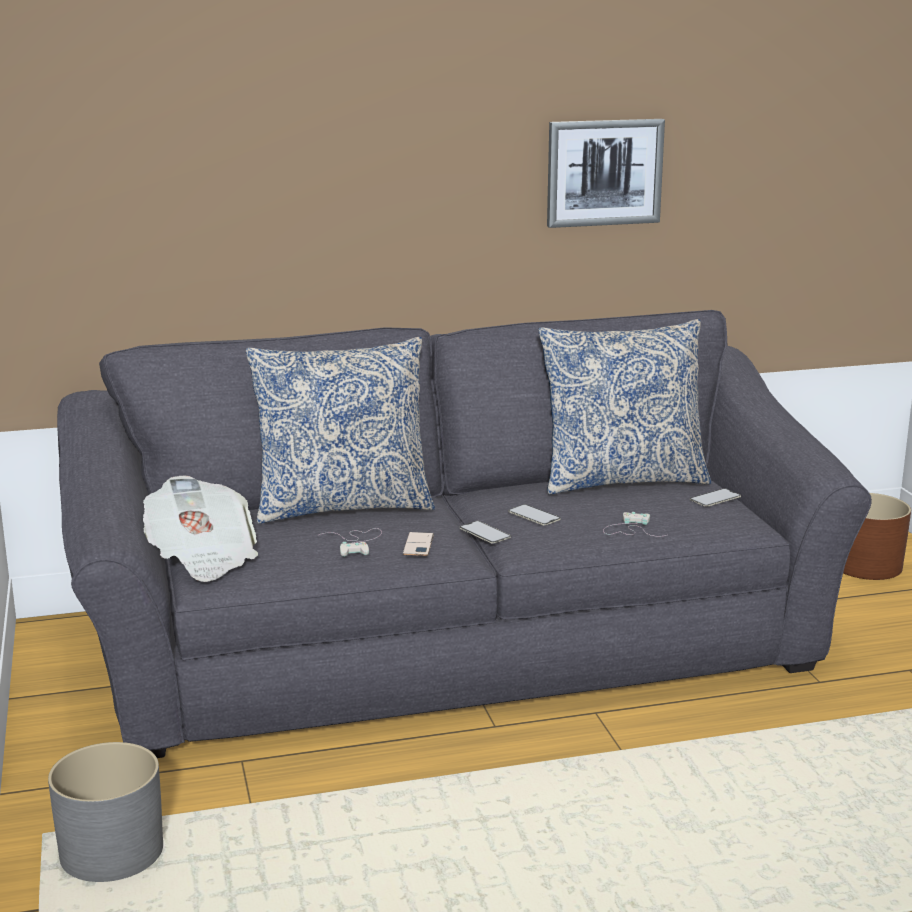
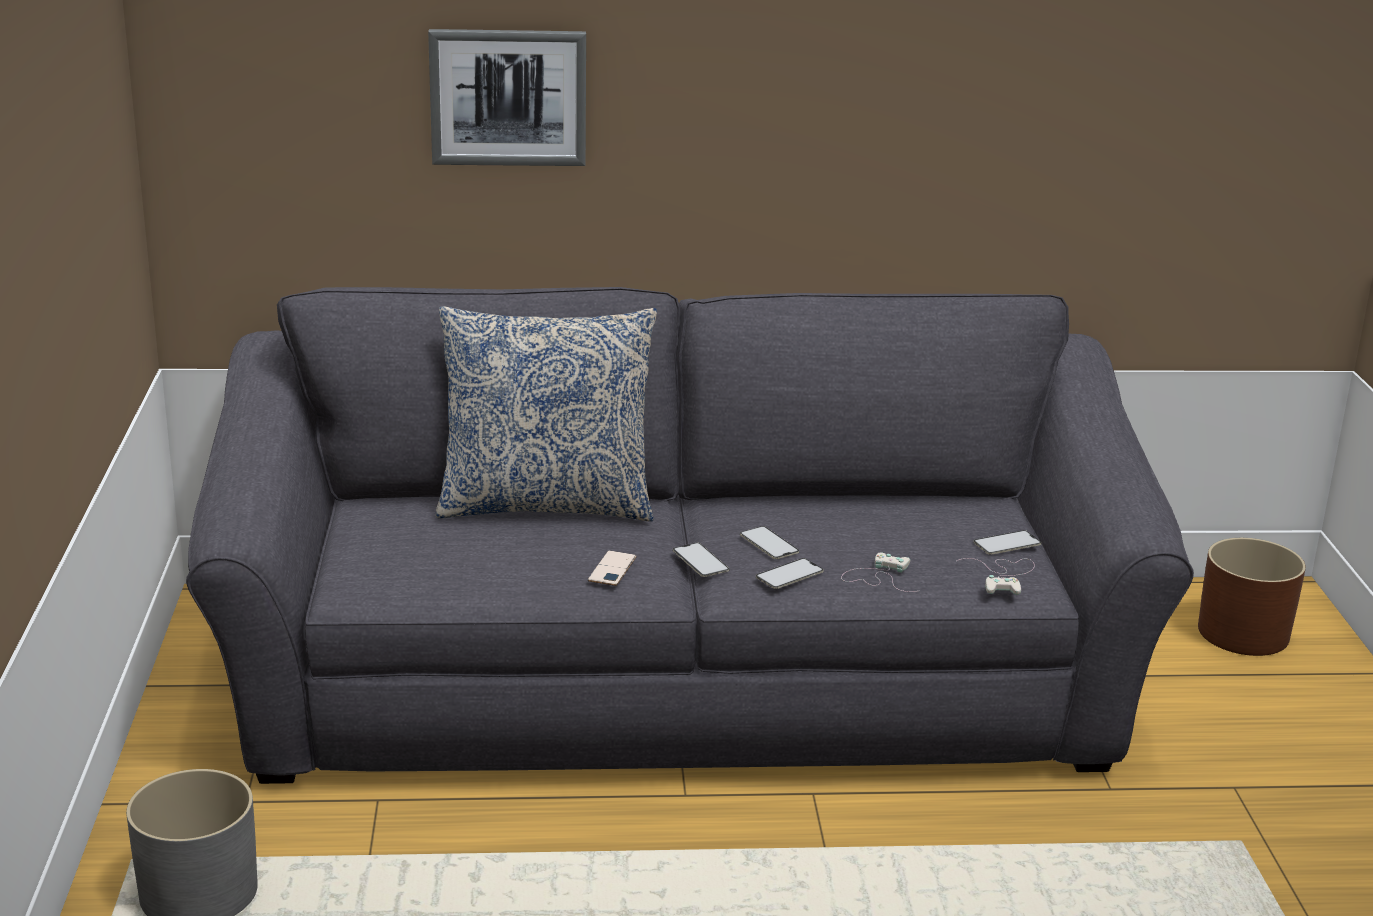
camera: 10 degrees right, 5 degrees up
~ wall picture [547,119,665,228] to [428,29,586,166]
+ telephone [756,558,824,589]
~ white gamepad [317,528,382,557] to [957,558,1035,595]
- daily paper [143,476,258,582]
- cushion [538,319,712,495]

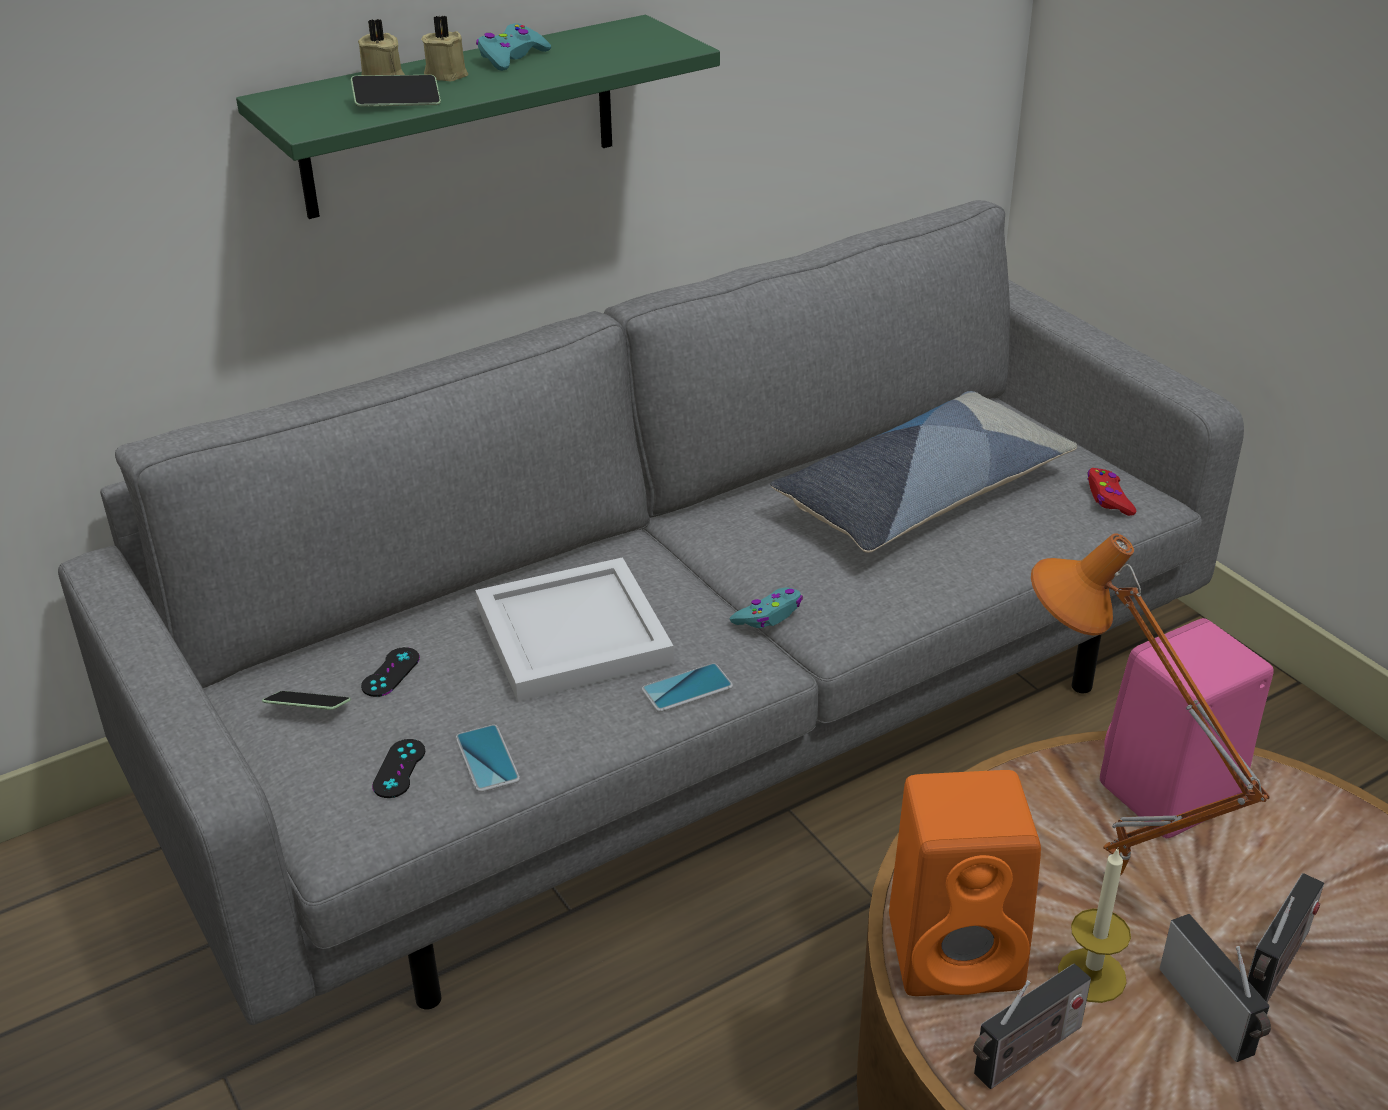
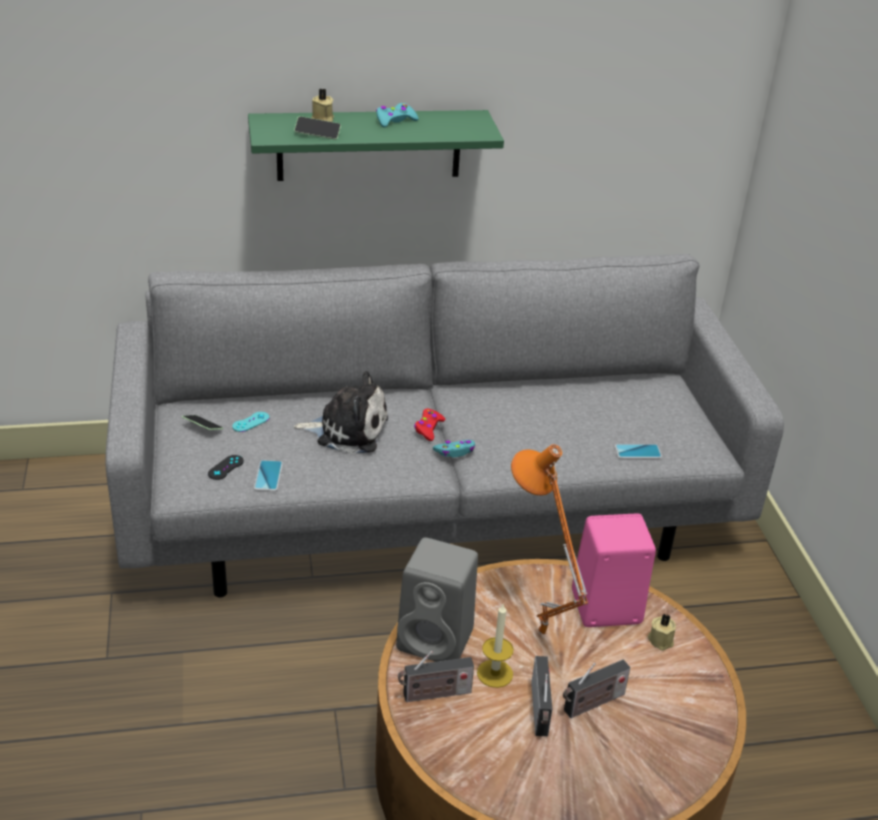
camera: 20 degrees right, 0 degrees up
~ black gamepad [361,647,420,697] to turquoise gamepad [232,412,270,432]
~ white serving tray [475,557,674,702] to soft toy [294,371,388,454]
~ orange audio speaker [889,770,1041,996] to gray audio speaker [396,537,478,662]
~ reddish gamepad [1087,468,1136,516] to [414,408,445,441]
~ telephone [642,663,733,712] to [615,444,662,459]
~ beige wax candle [421,15,468,81] to [648,614,676,651]
- cushion [770,391,1077,553]

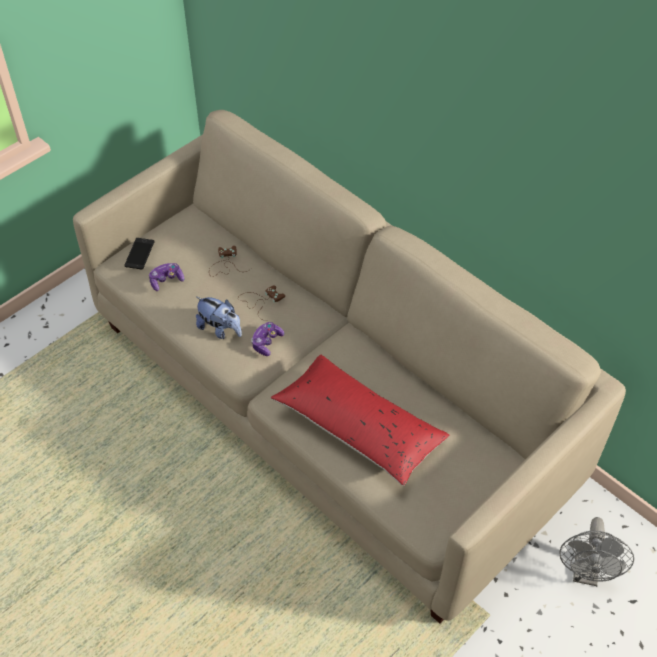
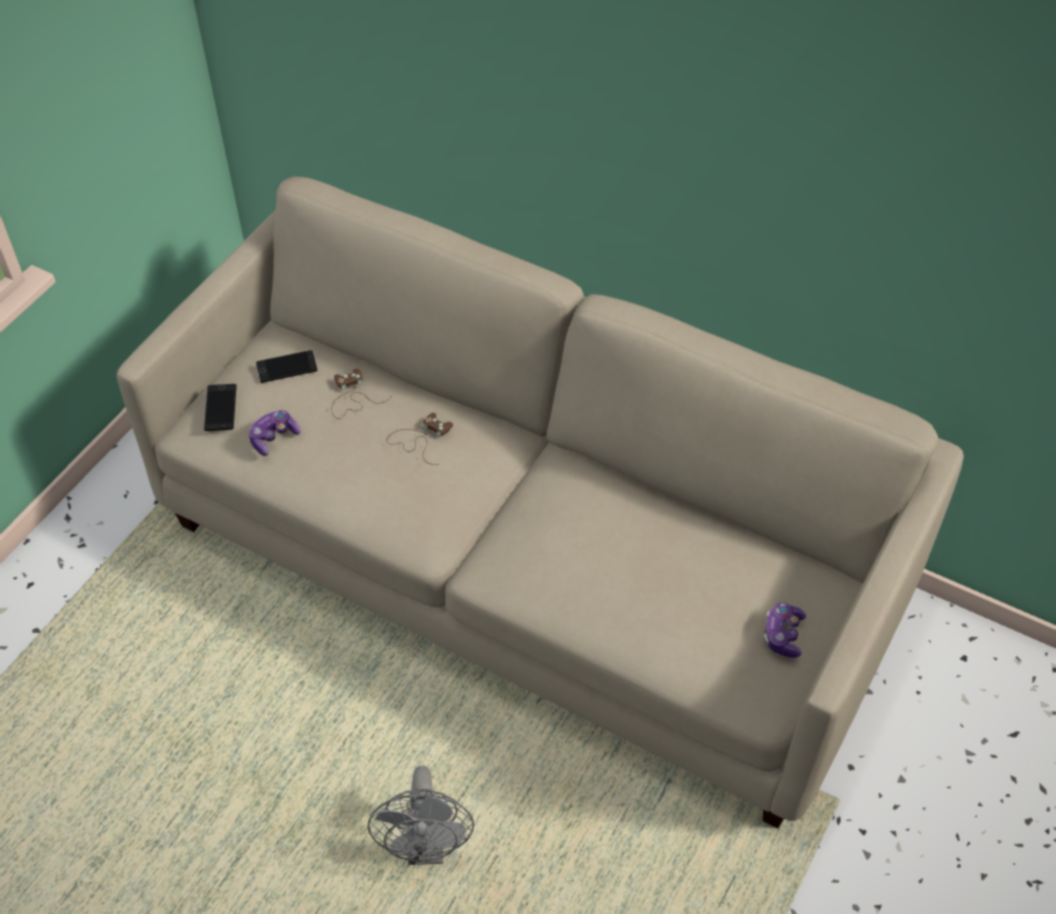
camera: 15 degrees left, 0 degrees up
+ telephone [256,350,317,383]
~ gray fan [559,517,634,586] to [368,766,474,865]
~ gamepad [251,322,285,356] to [764,603,806,658]
- soft toy [196,297,242,339]
- reddish cushion [271,355,449,486]

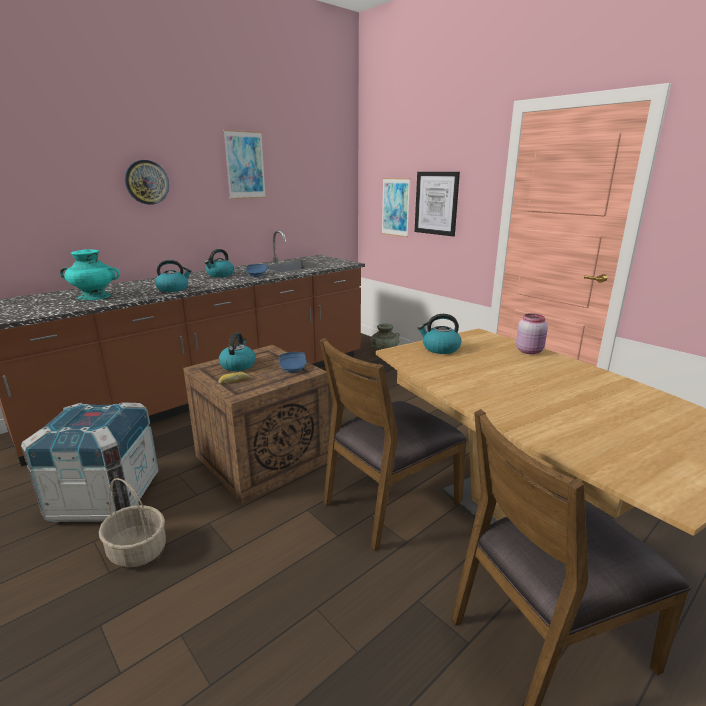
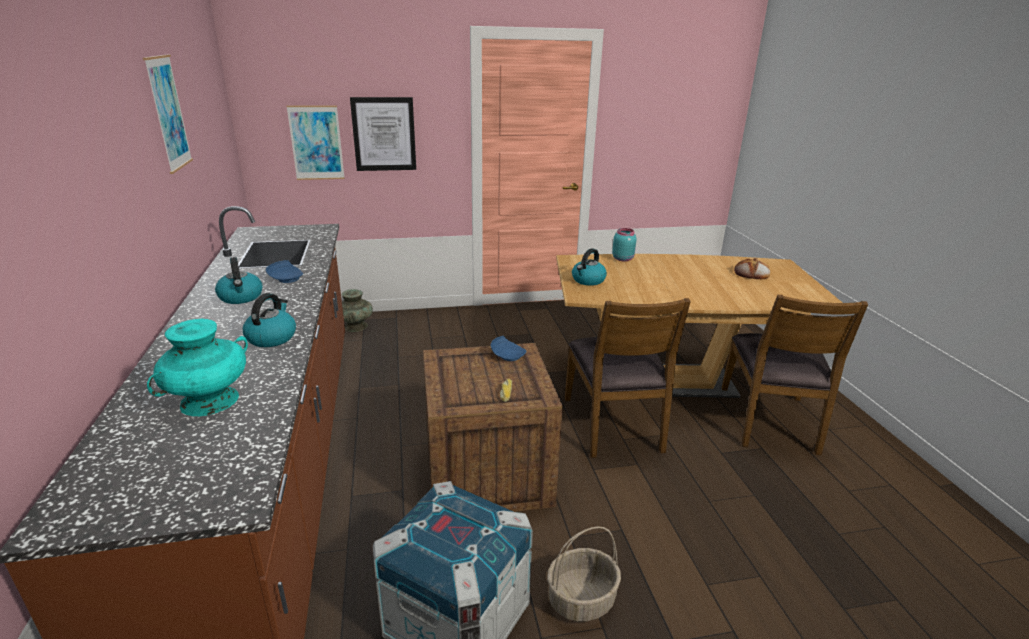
camera: 60 degrees left, 5 degrees up
~ pinkish preserve jar [516,313,548,354] to turquoise preserve jar [612,228,637,262]
+ bakery bread [734,258,770,279]
- clock on the wall [125,160,169,205]
- tea kettle [219,333,256,371]

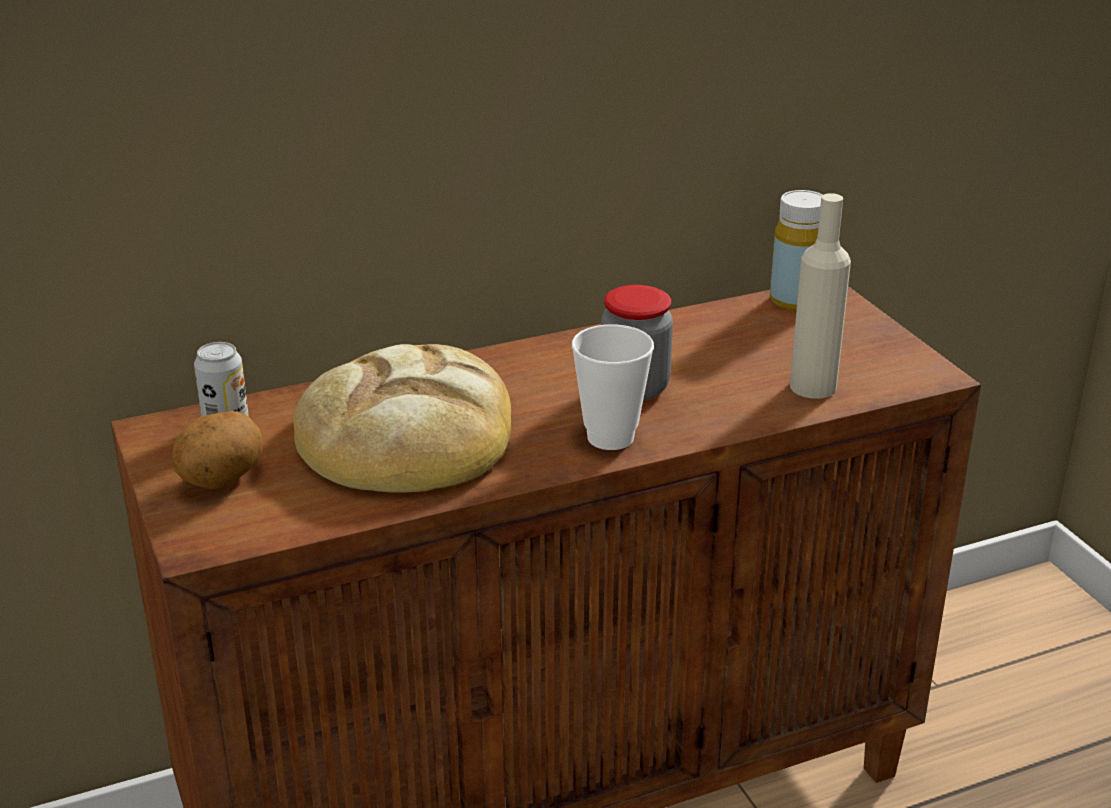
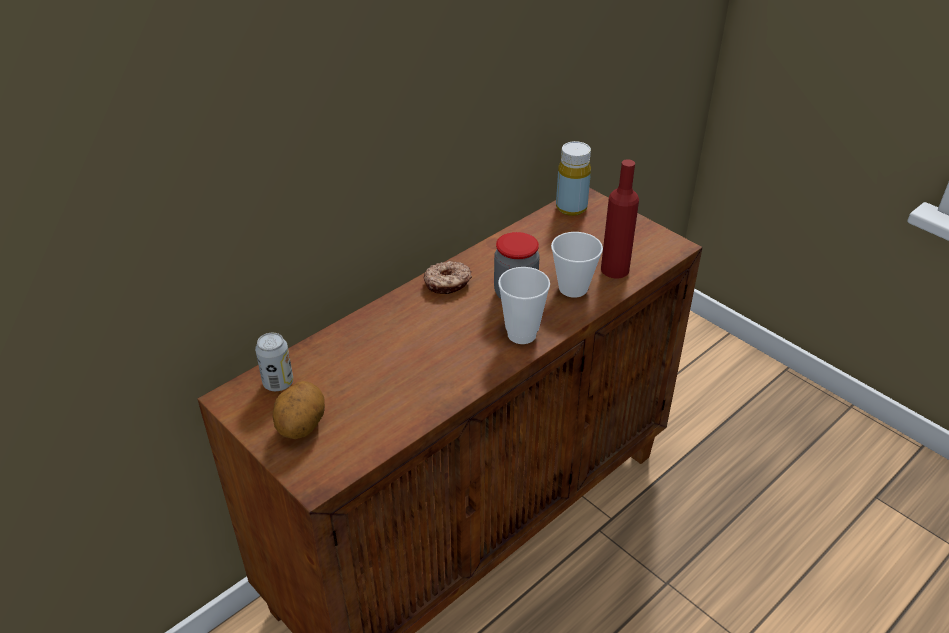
camera: 20 degrees left, 10 degrees up
+ ring doughnut [424,261,472,294]
+ small cup [551,232,603,298]
~ beige bottle [790,193,851,399] to reddish bottle [601,159,639,278]
- bakery bread [293,344,511,493]

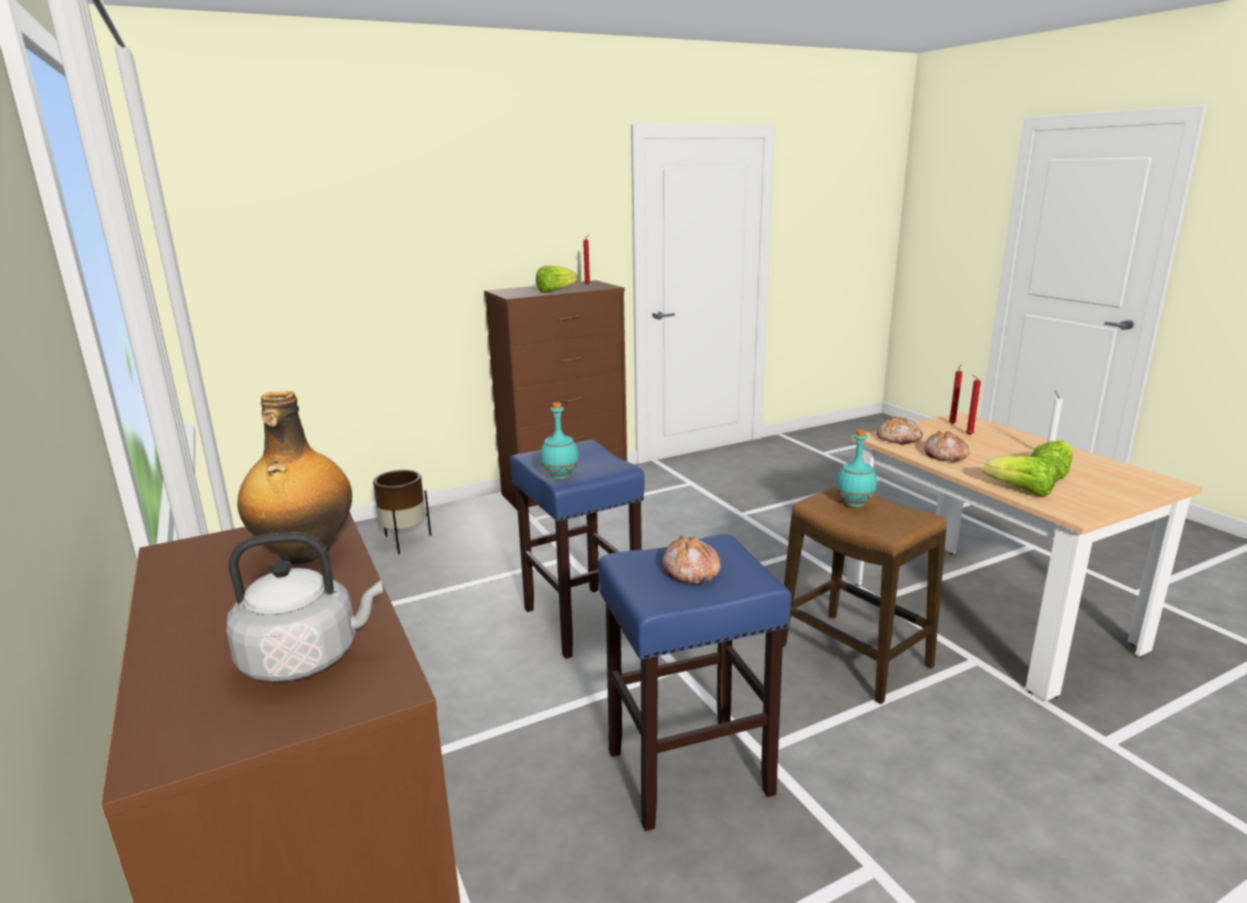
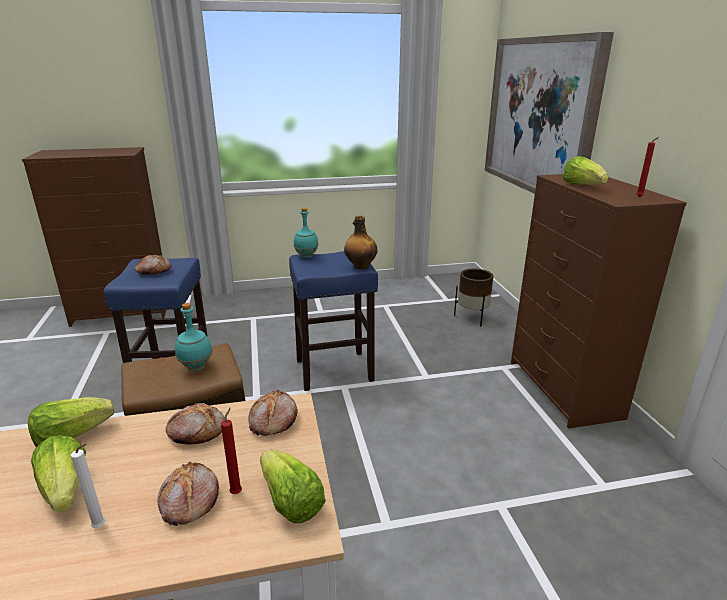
camera: 105 degrees right, 5 degrees up
+ bakery bread [158,461,219,526]
~ reddish wax candle [949,365,962,424] to lettuce head [260,450,326,523]
~ bottle [237,391,352,564] to [344,215,377,269]
+ wall picture [485,32,614,194]
- gray tea kettle [226,532,383,682]

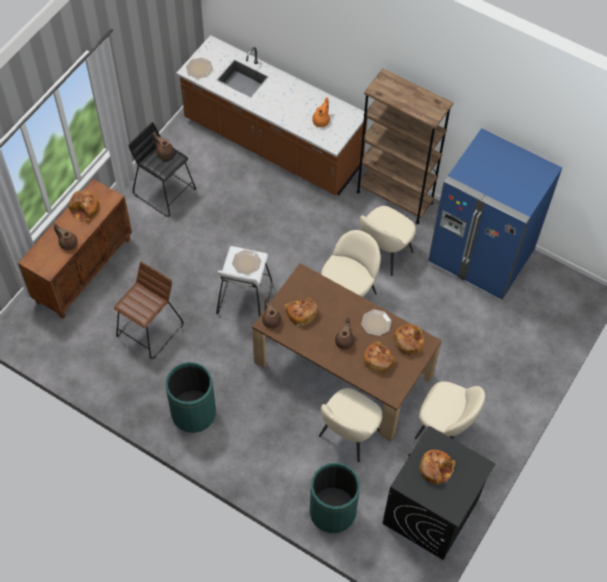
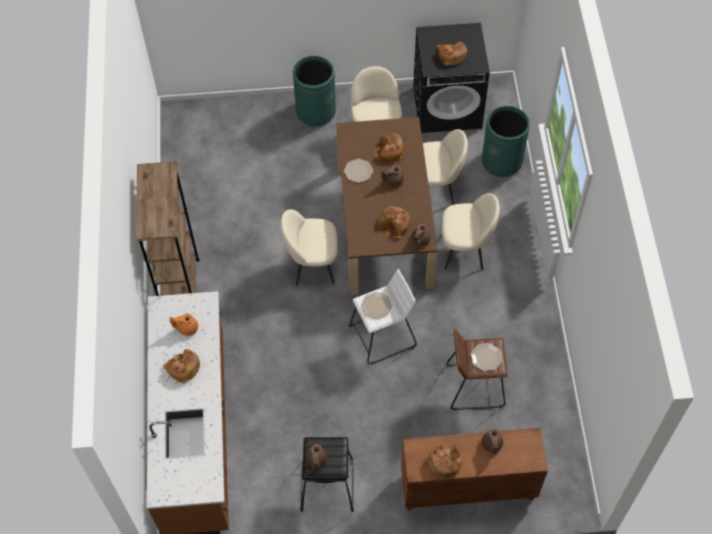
camera: 125 degrees left, 0 degrees up
~ bakery bread [393,324,424,355] to [163,349,200,384]
~ green waste bin [166,362,216,433] to [293,56,336,126]
~ beige plain chair [360,206,416,276] to [442,193,500,270]
~ flat dish [186,58,213,79] to [471,343,502,371]
- bluish kitchen fridge [428,128,562,302]

